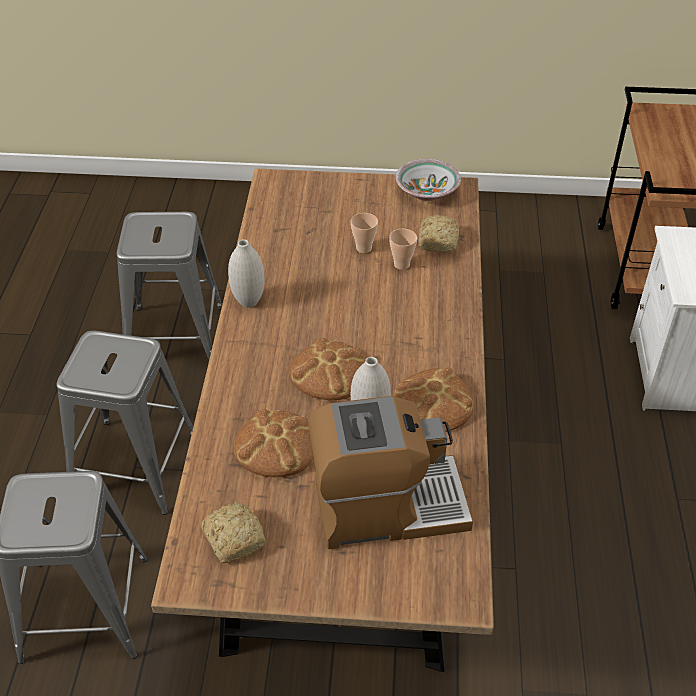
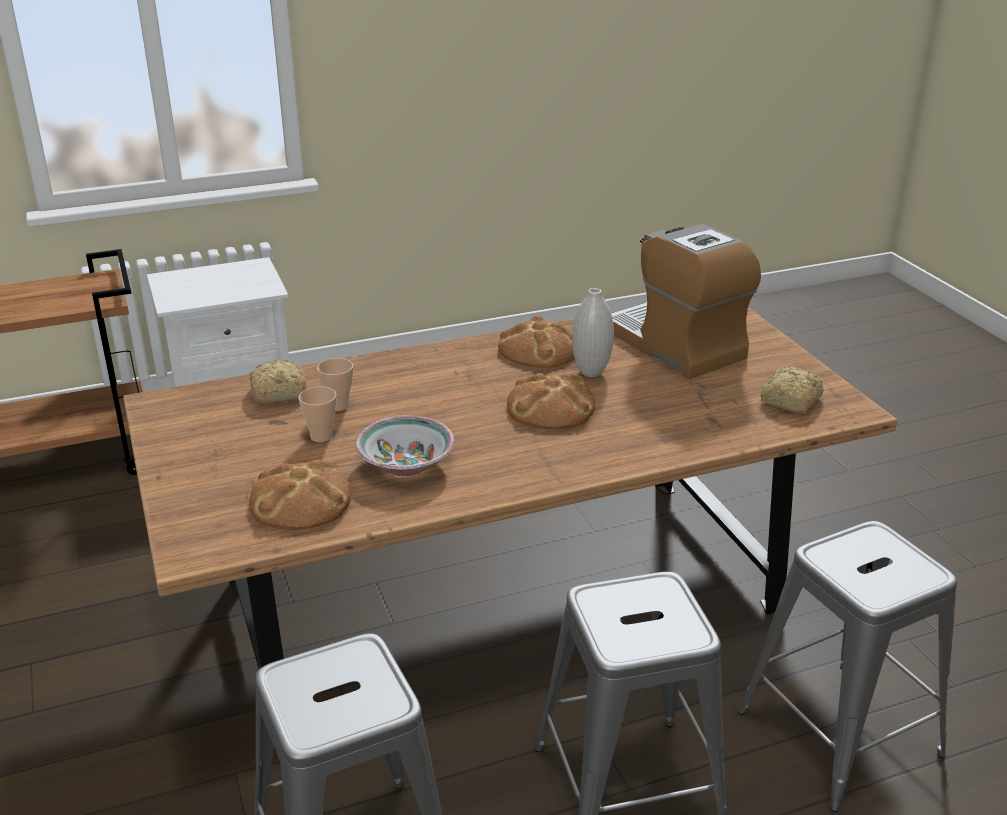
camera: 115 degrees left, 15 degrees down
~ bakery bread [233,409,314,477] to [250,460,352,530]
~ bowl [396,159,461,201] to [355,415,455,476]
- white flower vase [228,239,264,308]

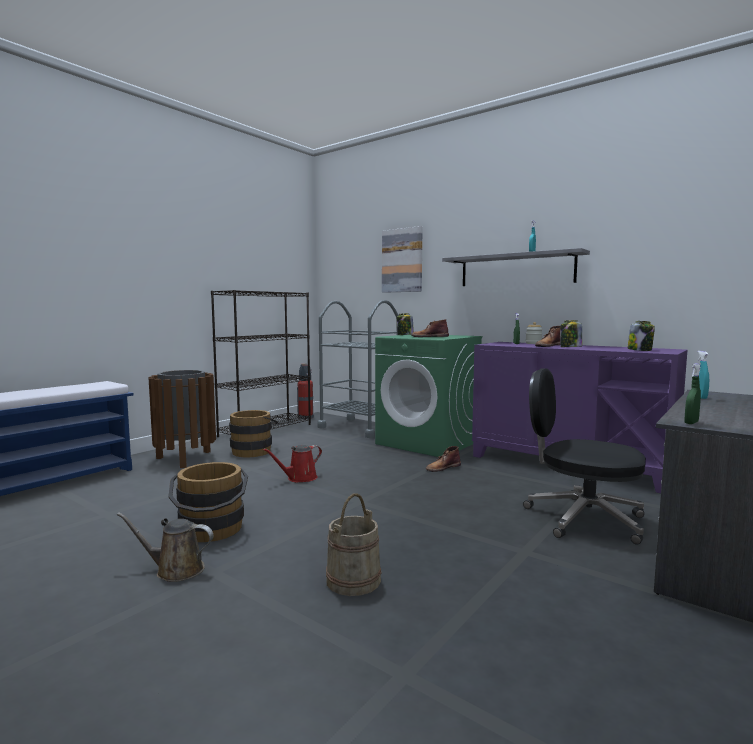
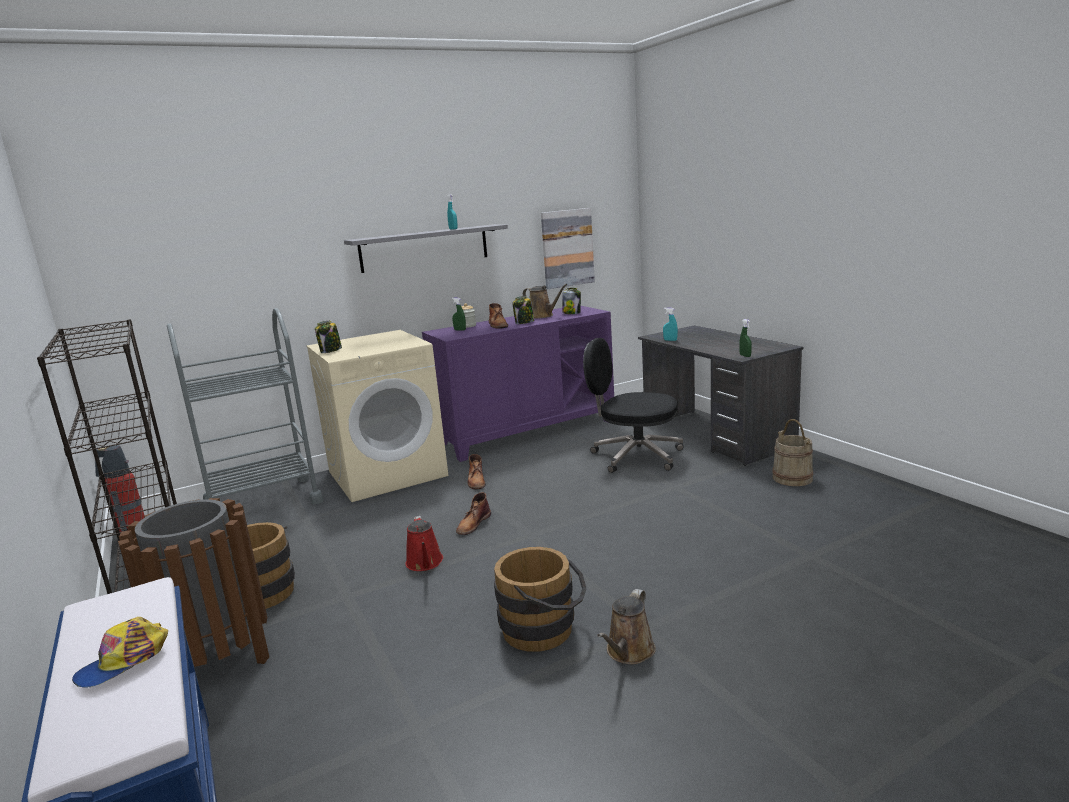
camera: 65 degrees left, 10 degrees up
+ baseball cap [72,617,168,687]
~ green laundry machine [375,335,483,457] to beige laundry machine [306,330,448,502]
~ brown boot [411,319,449,337] to [456,492,491,535]
+ brown watering pot [523,284,567,319]
~ wall picture [382,226,423,293] to [541,208,595,289]
~ black office chair [523,368,646,545] = [583,338,683,473] 60 degrees clockwise
~ beige water bucket [326,493,381,596] to [772,419,813,486]

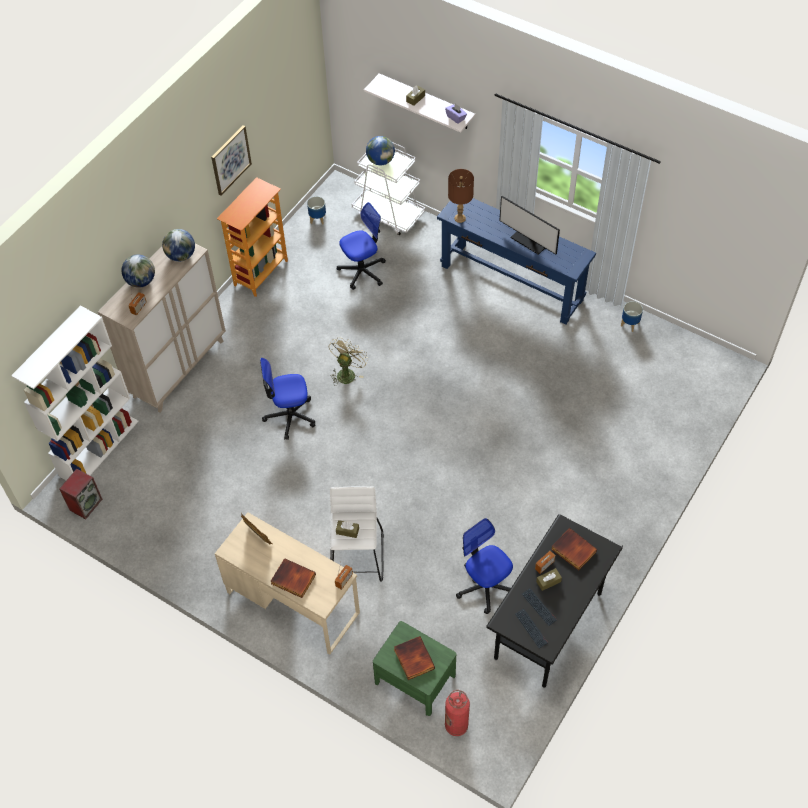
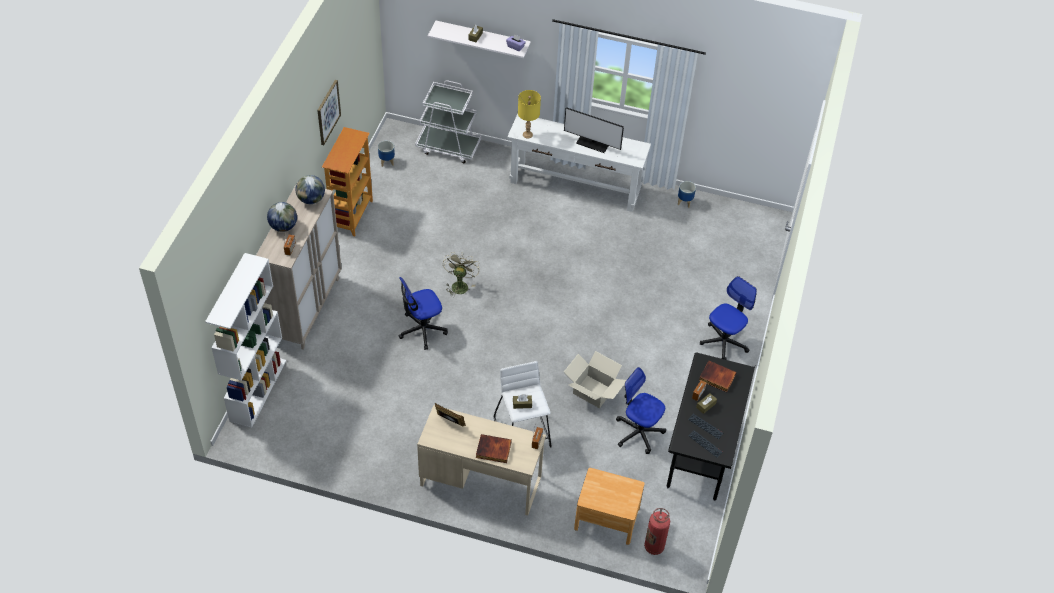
camera: 20 degrees left, 5 degrees down
~ bluish hall table [437,198,596,325] to white hall table [507,113,651,212]
~ brown tabletop lamp [448,169,474,223] to yellow tabletop lamp [518,90,541,138]
+ packing box [564,351,626,408]
~ green bedside table [373,621,456,716] to brown bedside table [574,468,644,545]
~ office chair [337,202,386,290] to [700,276,757,360]
- audio speaker [60,469,102,519]
- world globe [366,136,395,165]
- book [394,636,435,680]

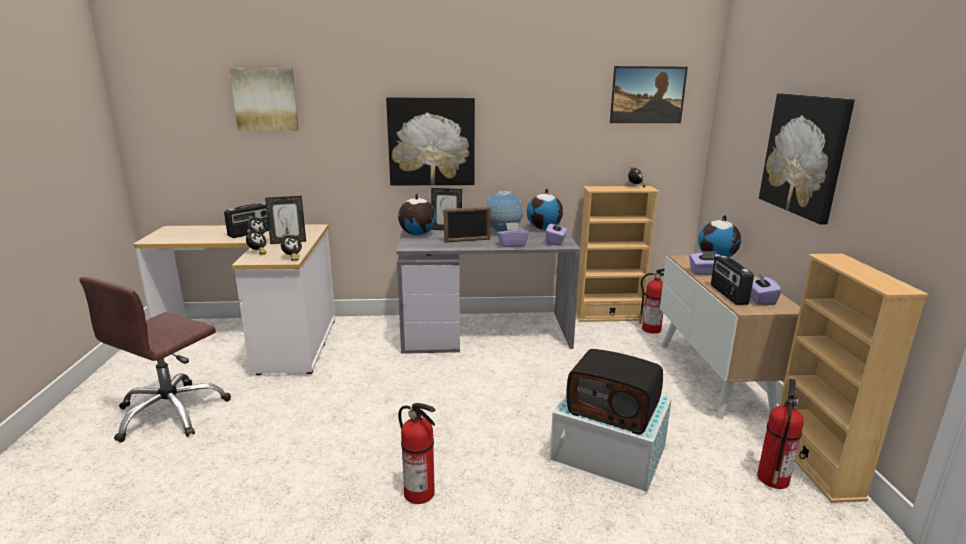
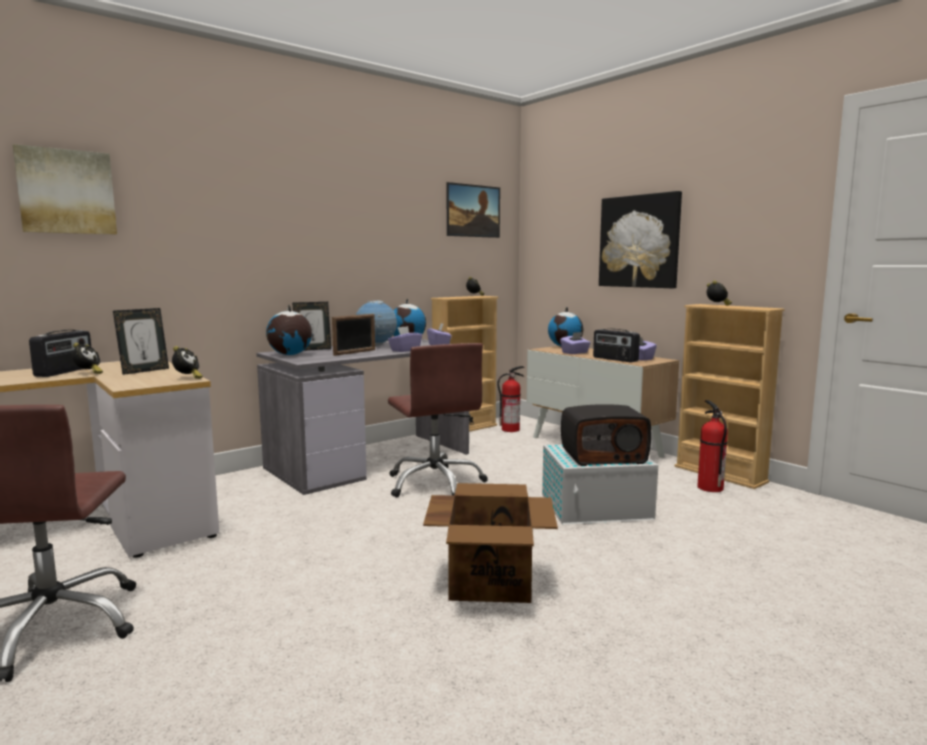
camera: 35 degrees left, 10 degrees down
+ brown office chair [388,343,488,497]
~ fire-fighting cylinder [398,403,436,504] to packing box [423,483,558,603]
~ bedside clock [246,229,267,254] to [707,280,732,306]
- wall picture [386,97,475,186]

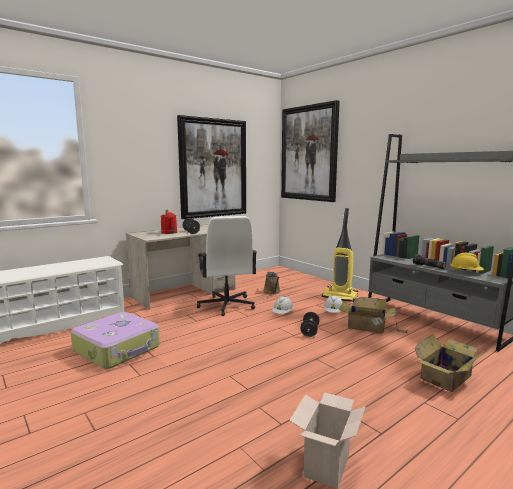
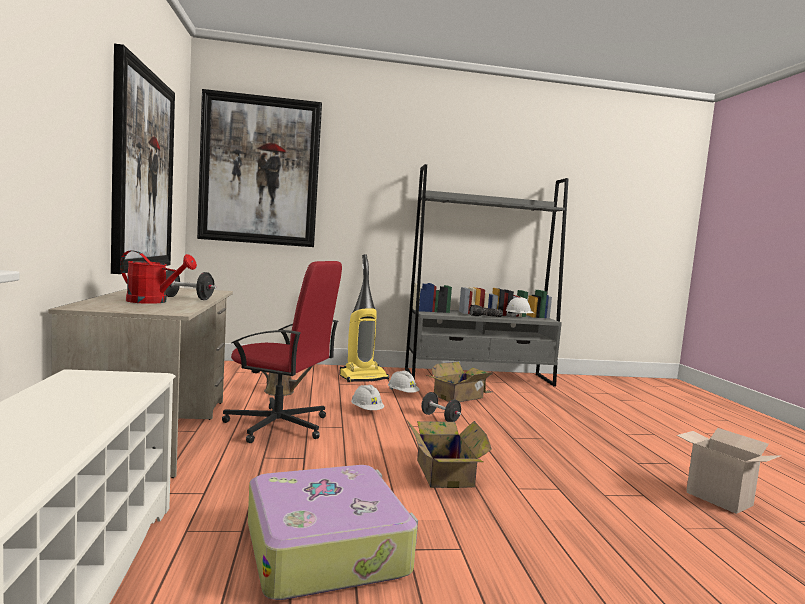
camera: 60 degrees left, 5 degrees down
~ white office chair [197,216,257,316] to reddish office chair [222,261,342,443]
~ packing box [415,334,486,392] to [407,421,492,488]
~ yellow safety helmet [449,253,484,271] to white safety helmet [505,297,534,318]

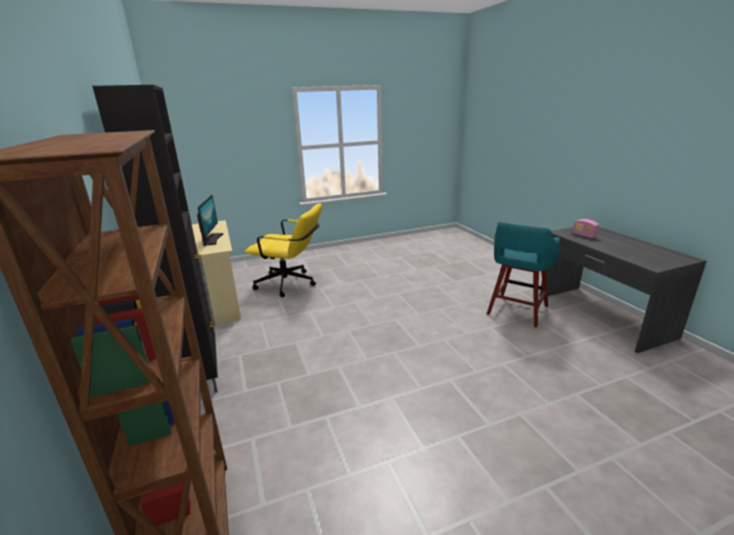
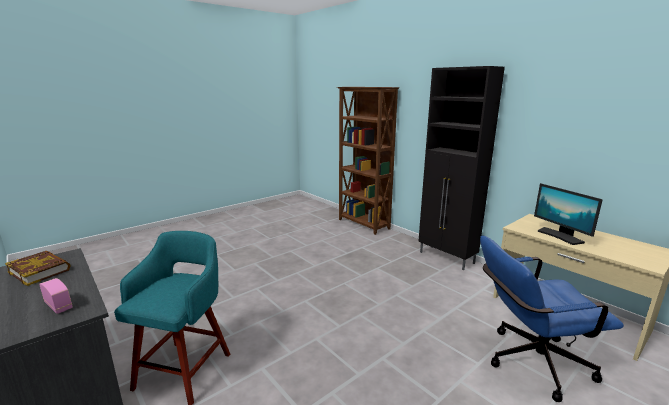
camera: 160 degrees right, 5 degrees down
+ book [5,251,71,286]
~ yellow office chair [245,203,322,297] to bluish office chair [480,236,624,402]

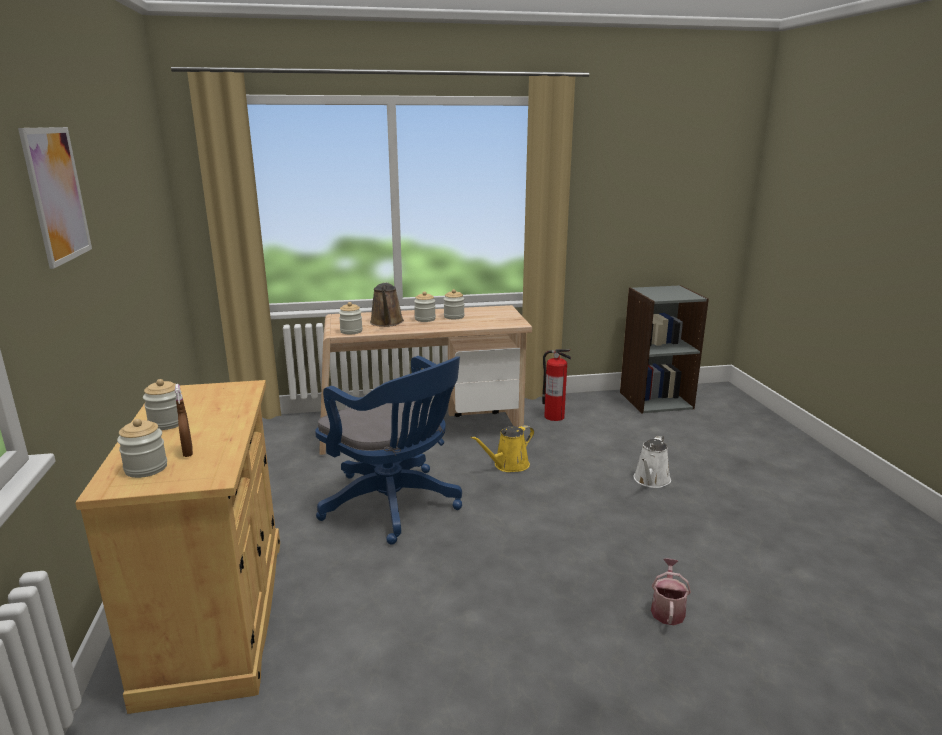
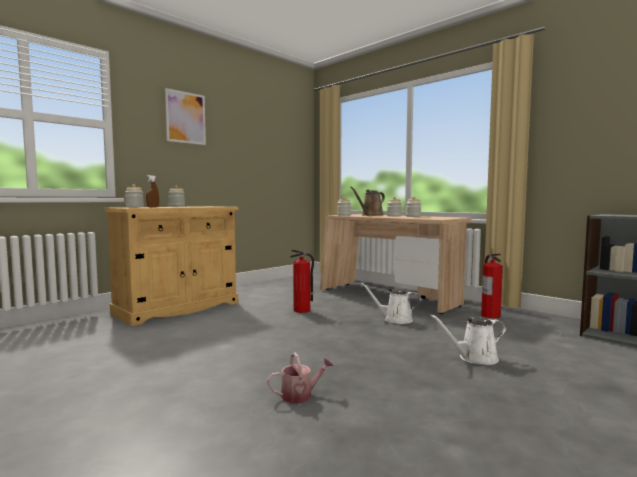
camera: 55 degrees right, 15 degrees down
~ bluish office chair [315,356,462,545] to fire-fighting cylinder [290,250,314,313]
~ yellow watering pot [471,425,534,472] to white watering pot [361,283,421,324]

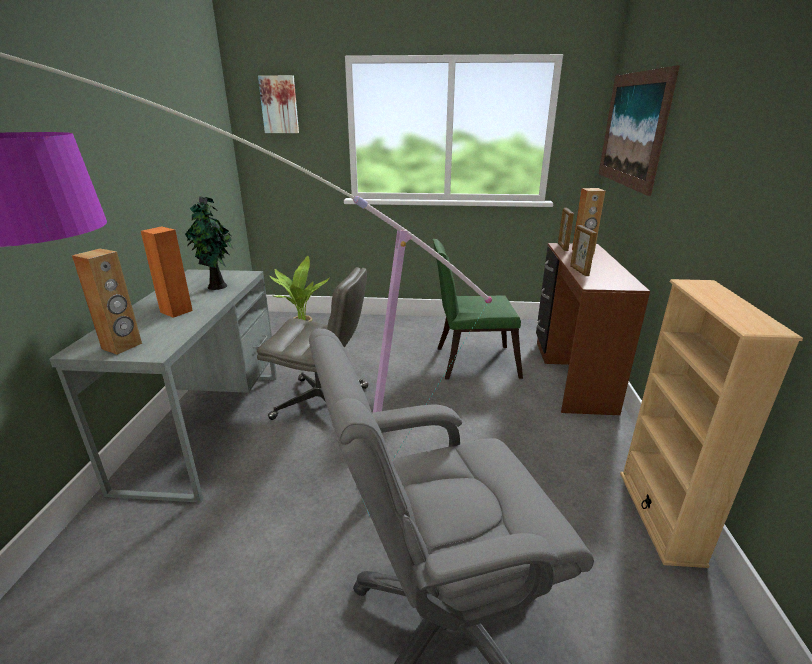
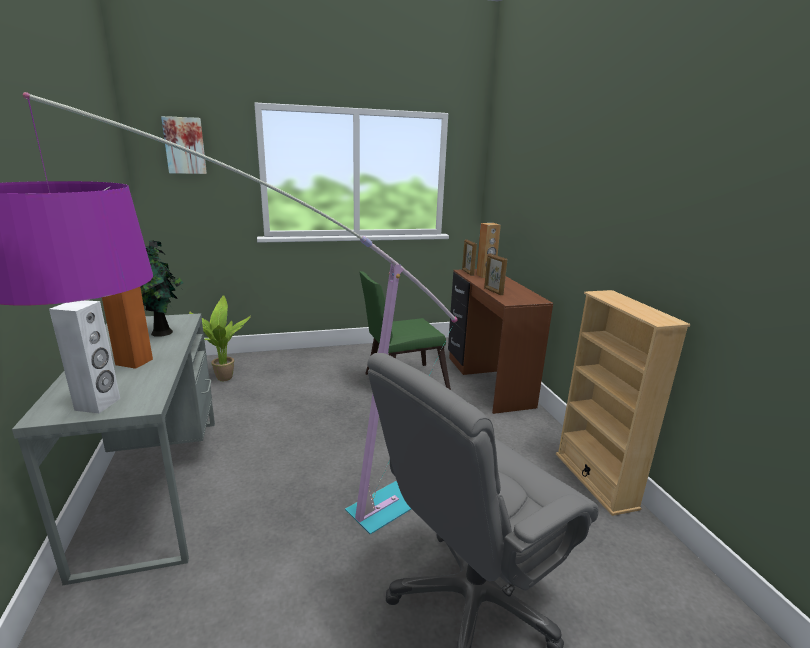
camera: 20 degrees left, 5 degrees down
~ brown audio speaker [72,248,142,355] to white audio speaker [49,300,120,413]
- gray office chair [257,267,368,420]
- wall picture [599,65,680,196]

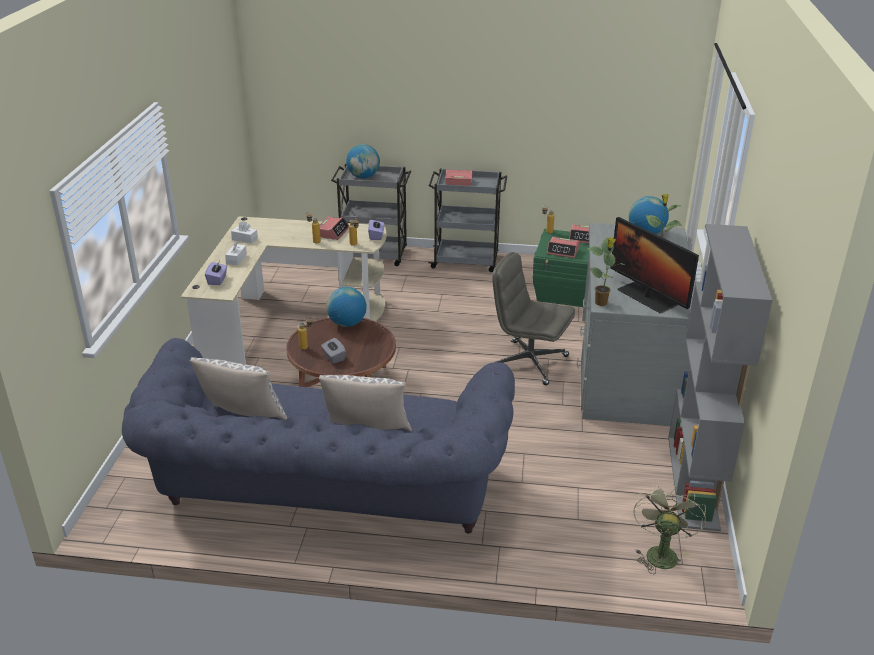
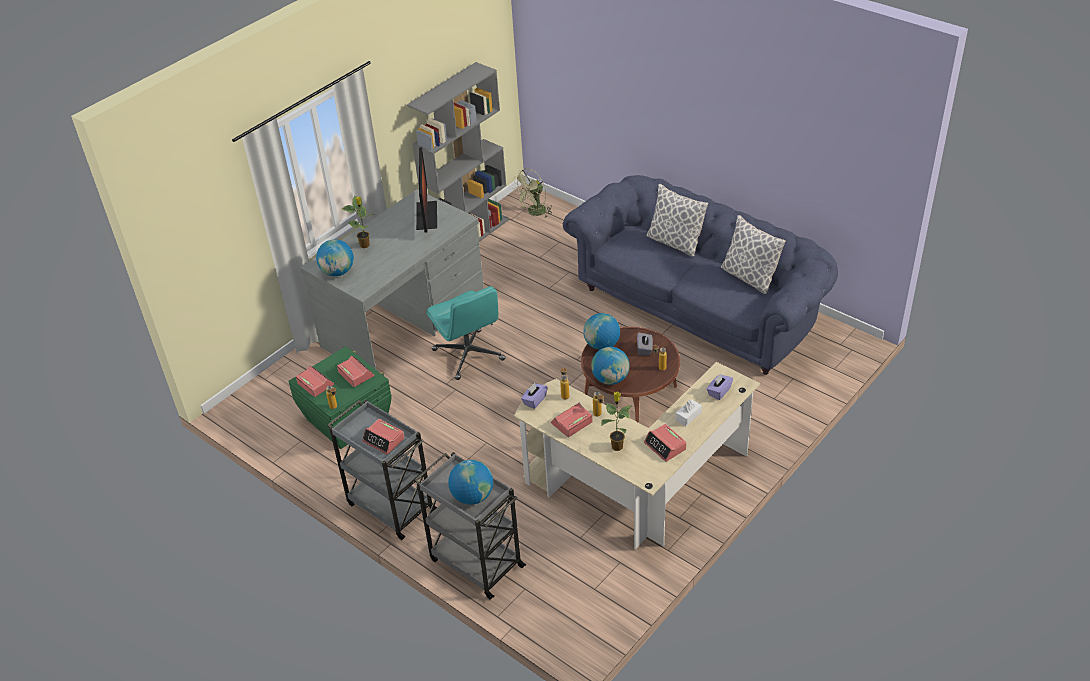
camera: 145 degrees left, 10 degrees up
~ gray office chair [492,252,575,385] to turquoise office chair [427,286,505,380]
+ world globe [583,313,620,350]
~ plant in a pot [588,237,625,306] to [601,392,632,451]
~ white box of tissues [231,221,258,244] to bedside clock [644,424,687,462]

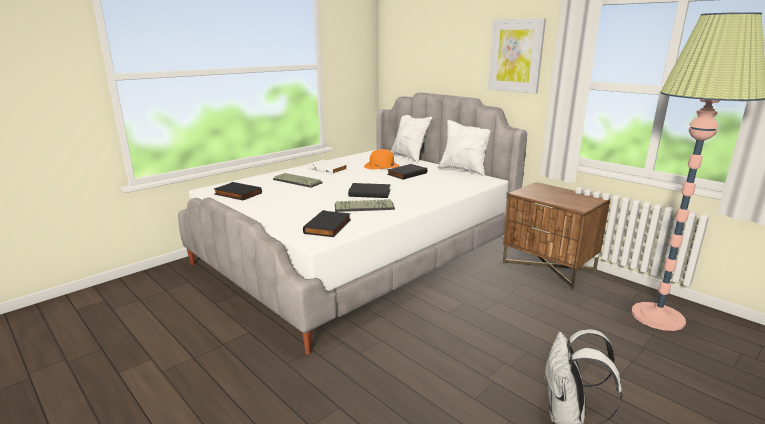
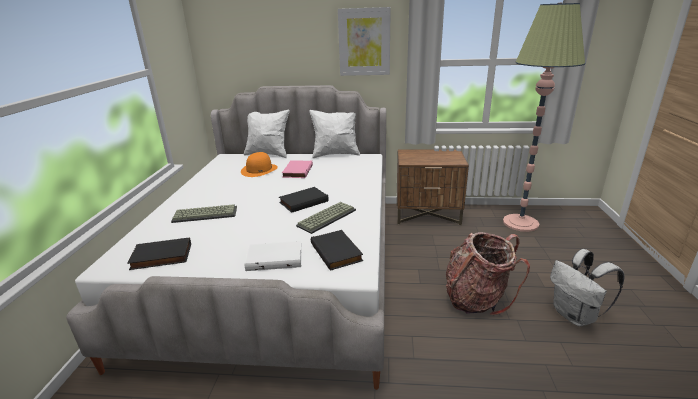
camera: 40 degrees left, 5 degrees up
~ white book [308,160,347,174] to [244,241,302,271]
~ black book [387,164,427,180] to pinkish book [282,160,313,178]
+ rucksack [446,232,530,315]

